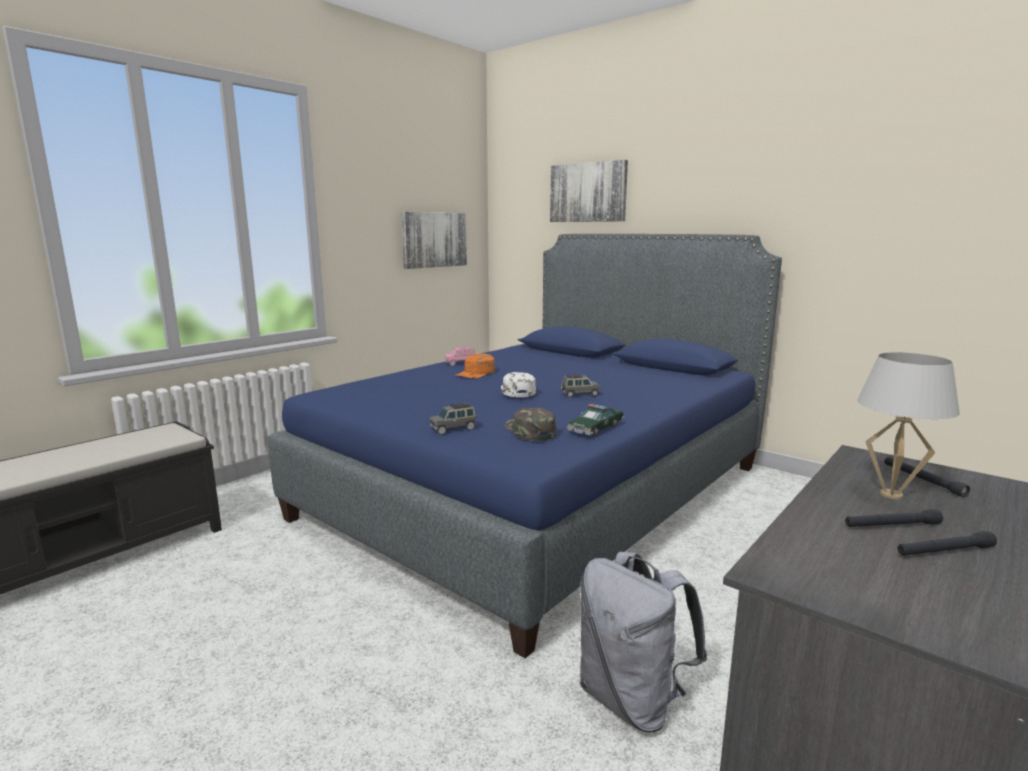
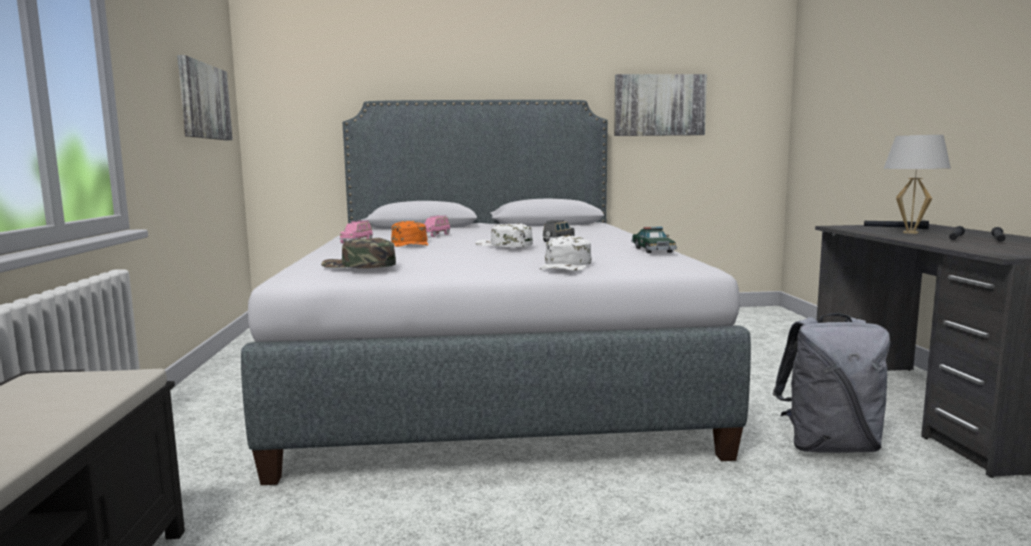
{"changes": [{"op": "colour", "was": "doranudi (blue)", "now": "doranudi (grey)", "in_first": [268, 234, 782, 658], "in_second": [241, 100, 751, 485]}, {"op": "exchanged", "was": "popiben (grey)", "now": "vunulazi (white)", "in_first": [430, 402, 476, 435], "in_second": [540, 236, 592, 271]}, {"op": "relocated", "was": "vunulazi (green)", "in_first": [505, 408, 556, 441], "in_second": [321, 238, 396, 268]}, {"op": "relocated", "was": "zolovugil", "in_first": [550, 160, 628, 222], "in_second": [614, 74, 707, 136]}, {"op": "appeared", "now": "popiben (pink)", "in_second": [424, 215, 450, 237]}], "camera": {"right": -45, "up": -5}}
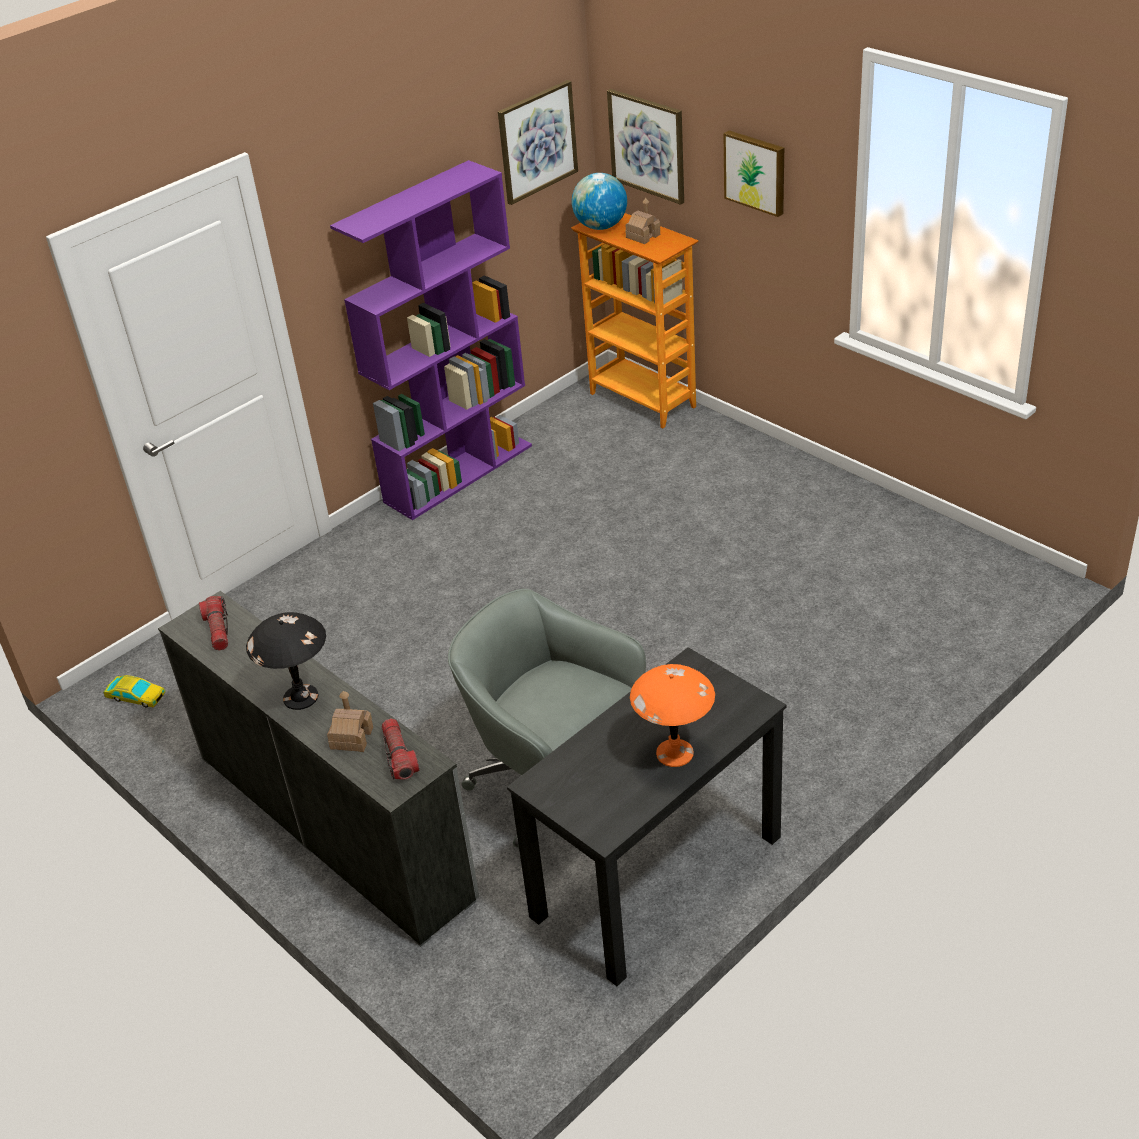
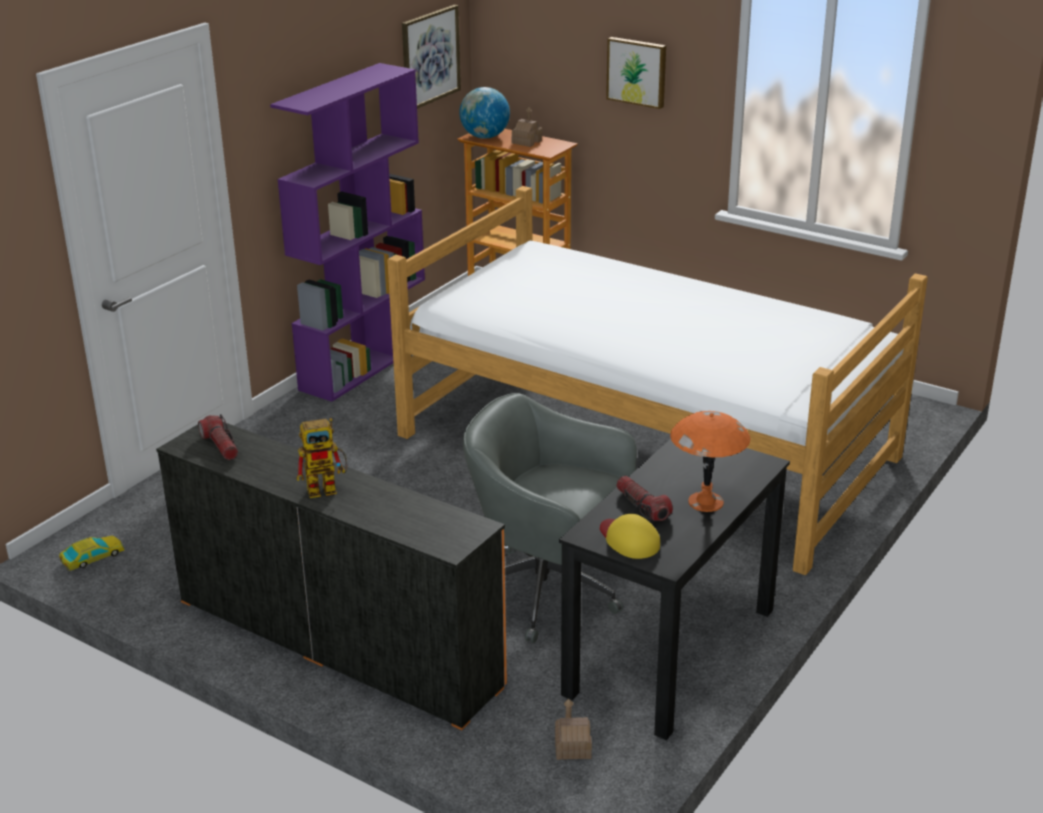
{"changes": [{"op": "spun", "was": "popiben", "in_first": [103, 675, 166, 708], "in_second": [59, 535, 124, 571], "clockwise": -45}, {"op": "colour", "was": "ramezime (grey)", "now": "ramezime (orange)", "in_first": [158, 591, 479, 947], "in_second": [156, 423, 507, 730]}, {"op": "exchanged", "was": "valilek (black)", "now": "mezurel", "in_first": [246, 612, 326, 710], "in_second": [297, 418, 347, 498]}, {"op": "relocated", "was": "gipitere", "in_first": [327, 691, 373, 752], "in_second": [555, 699, 592, 760]}, {"op": "relocated", "was": "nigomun", "in_first": [382, 718, 420, 780], "in_second": [616, 476, 673, 522]}, {"op": "missing", "was": "zolovugil", "in_first": [607, 89, 684, 205]}, {"op": "appeared", "now": "doranudi", "in_second": [387, 186, 928, 575]}, {"op": "appeared", "now": "vunulazi (yellow)", "in_second": [600, 514, 660, 559]}], "camera": {"right": -15, "up": -10}}
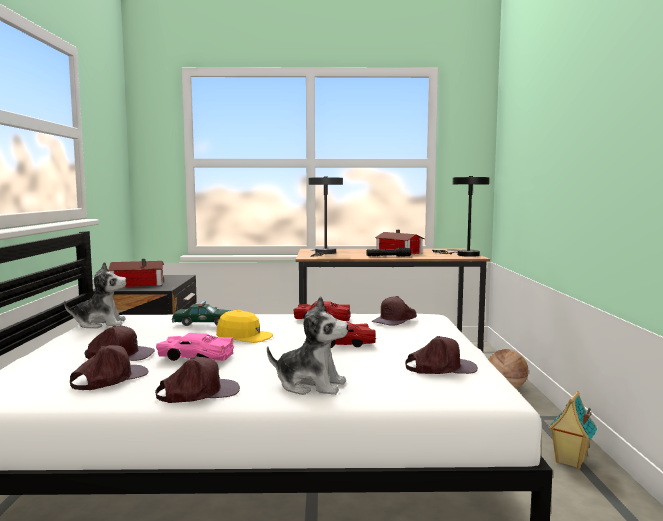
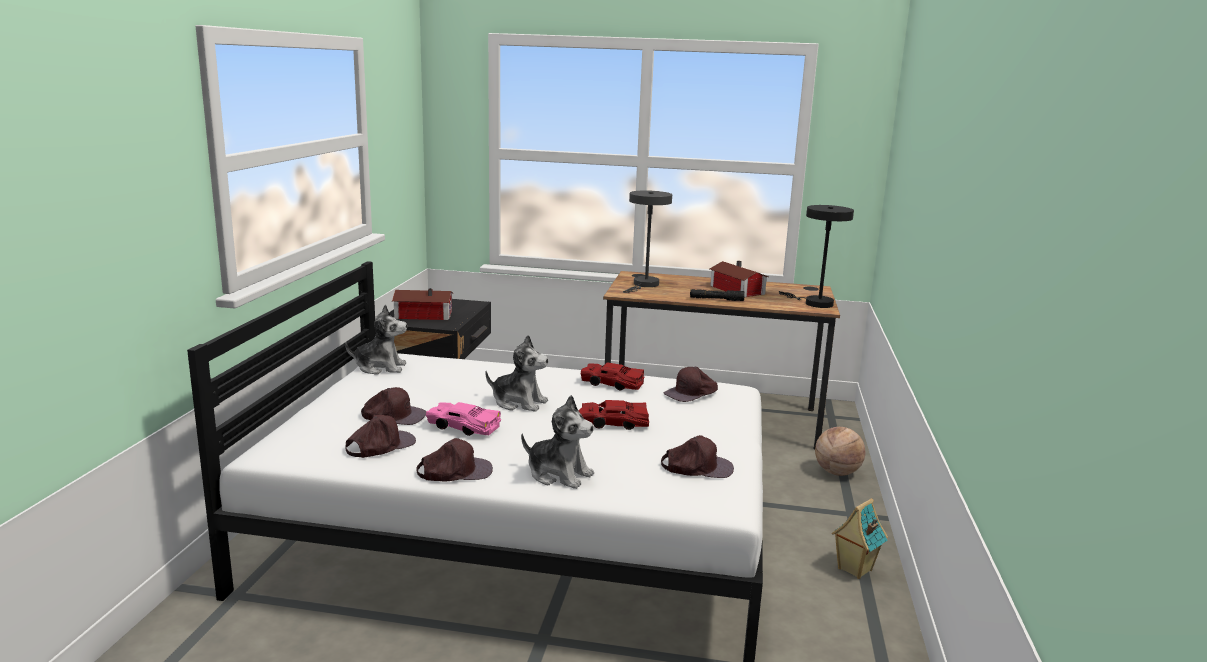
{"changes": [{"op": "missing", "was": "popiben", "in_first": [172, 301, 232, 326]}, {"op": "exchanged", "was": "vunulazi (yellow)", "now": "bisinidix", "in_first": [216, 310, 273, 343], "in_second": [485, 335, 549, 412]}], "camera": {"right": 10, "up": 10}}
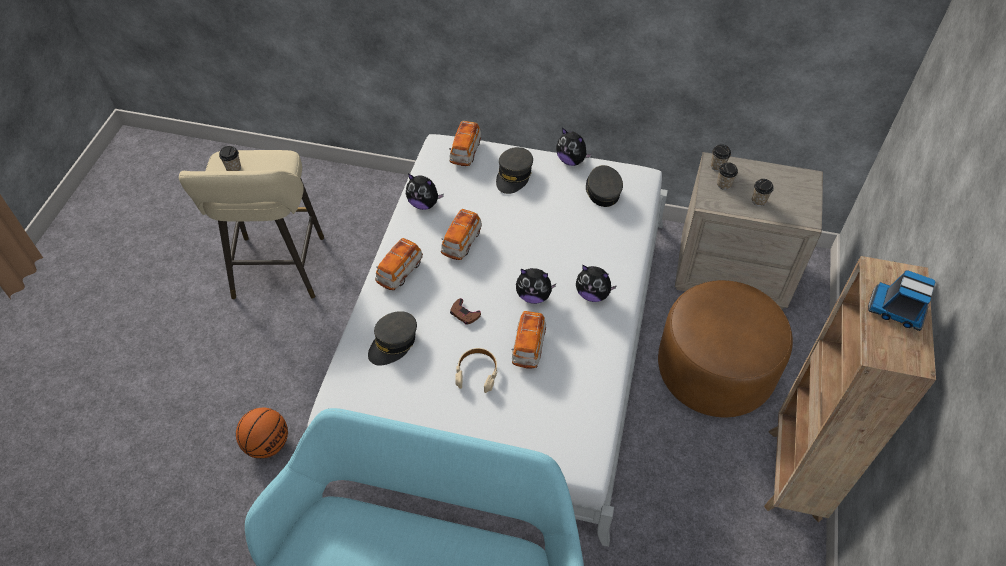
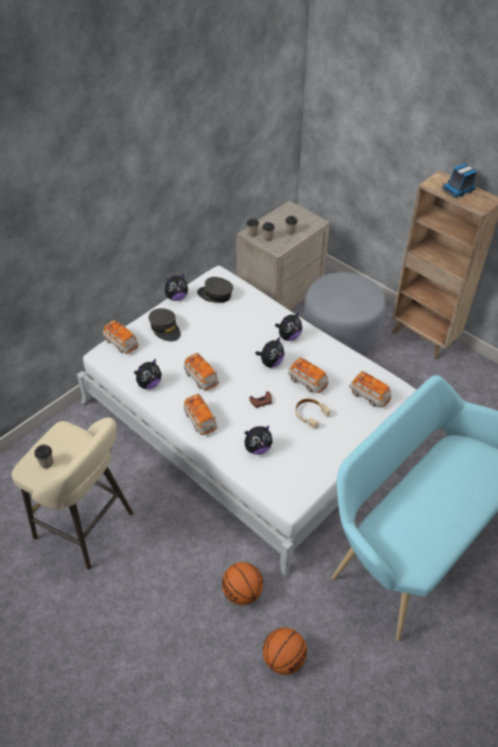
{"changes": [{"op": "exchanged", "was": "vunulazi (grey)", "now": "bisinidix", "in_first": [368, 311, 417, 366], "in_second": [244, 426, 273, 455]}, {"op": "colour", "was": "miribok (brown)", "now": "miribok (grey)", "in_first": [658, 280, 793, 417], "in_second": [304, 272, 386, 355]}, {"op": "appeared", "now": "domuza", "in_second": [263, 628, 307, 675]}, {"op": "appeared", "now": "popiben", "in_second": [349, 371, 392, 408]}], "camera": {"right": -60, "up": -5}}
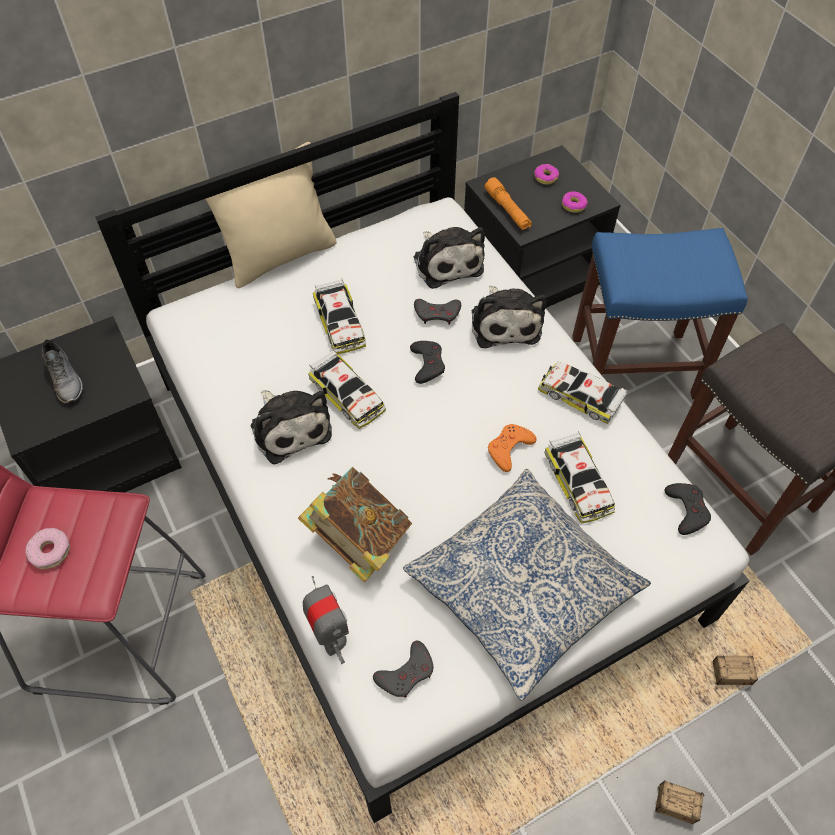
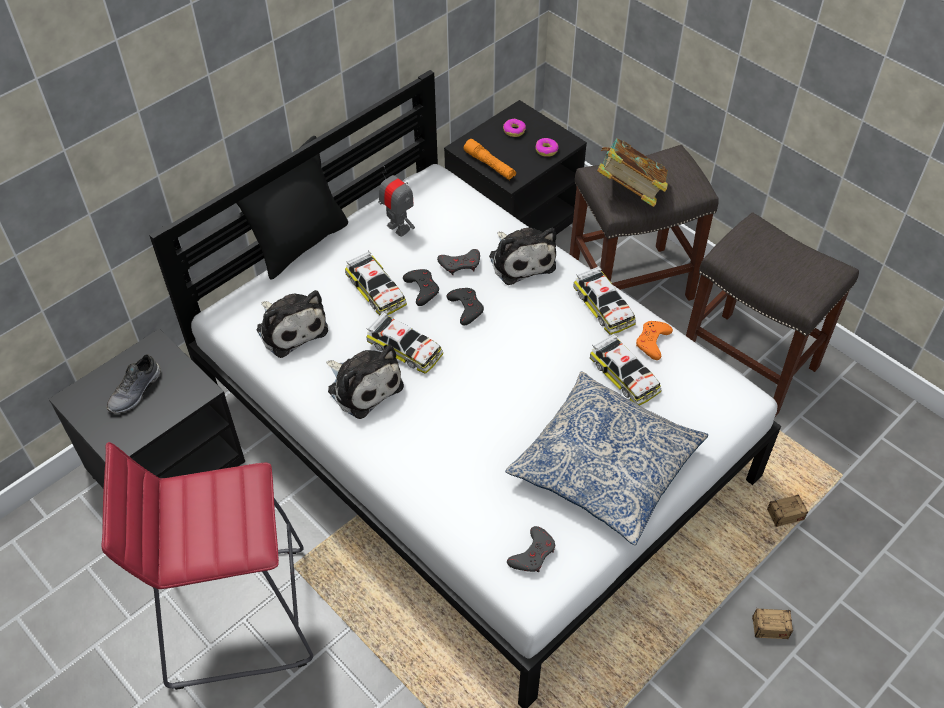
{"changes": [{"op": "missing", "was": "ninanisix", "in_first": [25, 528, 70, 569]}, {"op": "spun", "was": "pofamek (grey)", "in_first": [42, 339, 83, 403], "in_second": [106, 354, 161, 413], "clockwise": 75}, {"op": "colour", "was": "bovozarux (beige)", "now": "bovozarux (black)", "in_first": [205, 142, 337, 288], "in_second": [236, 136, 348, 280]}, {"op": "relocated", "was": "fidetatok", "in_first": [298, 467, 412, 582], "in_second": [597, 138, 668, 207]}, {"op": "relocated", "was": "mezurel", "in_first": [303, 576, 349, 664], "in_second": [378, 166, 415, 237]}, {"op": "relocated", "was": "bisinidix", "in_first": [414, 227, 485, 289], "in_second": [256, 290, 328, 358]}, {"op": "relocated", "was": "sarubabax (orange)", "in_first": [488, 424, 537, 472], "in_second": [636, 321, 673, 360]}, {"op": "spun", "was": "popiben", "in_first": [538, 362, 629, 424], "in_second": [573, 265, 636, 335], "clockwise": -135}, {"op": "colour", "was": "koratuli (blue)", "now": "koratuli (grey)", "in_first": [572, 228, 748, 399], "in_second": [570, 145, 719, 301]}, {"op": "relocated", "was": "sarubabax (black)", "in_first": [665, 483, 711, 535], "in_second": [403, 269, 439, 306]}], "camera": {"right": -15, "up": -5}}
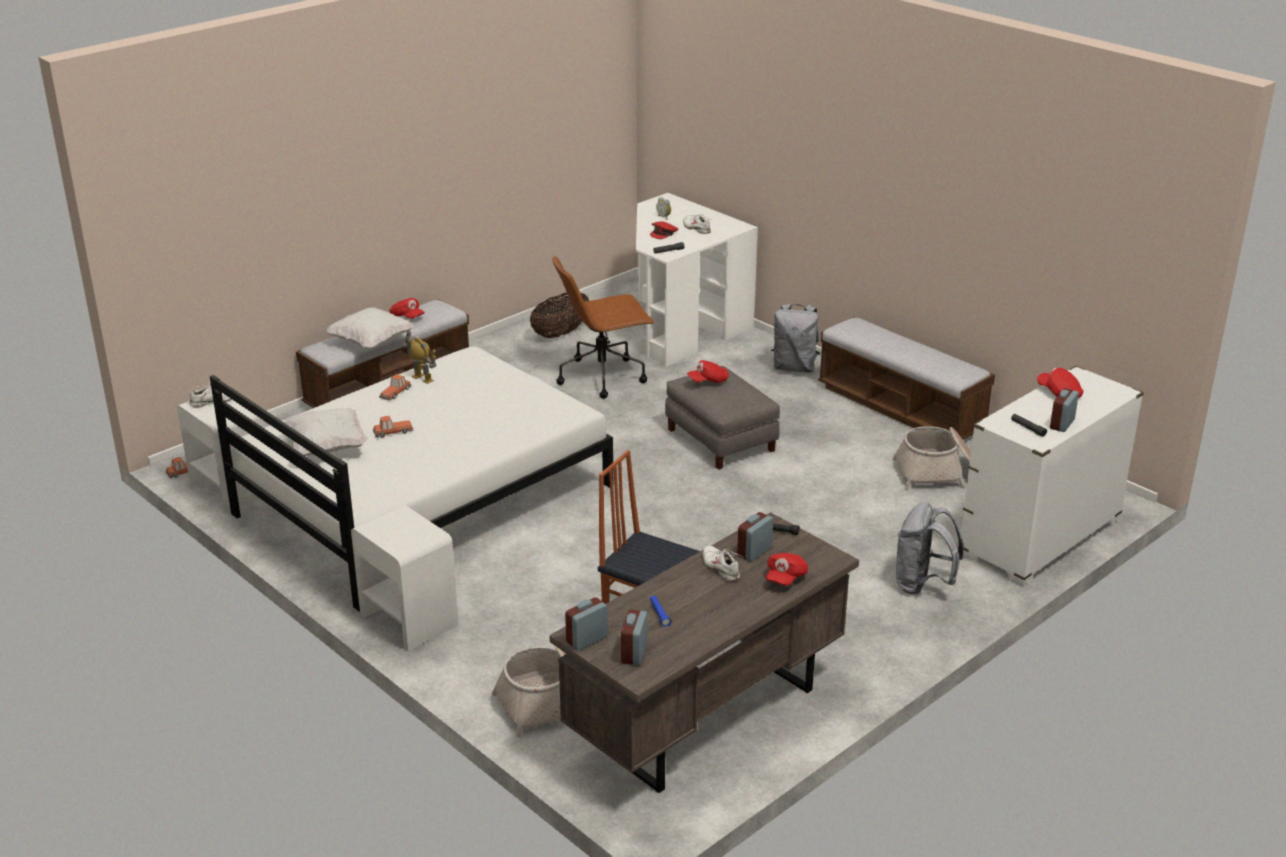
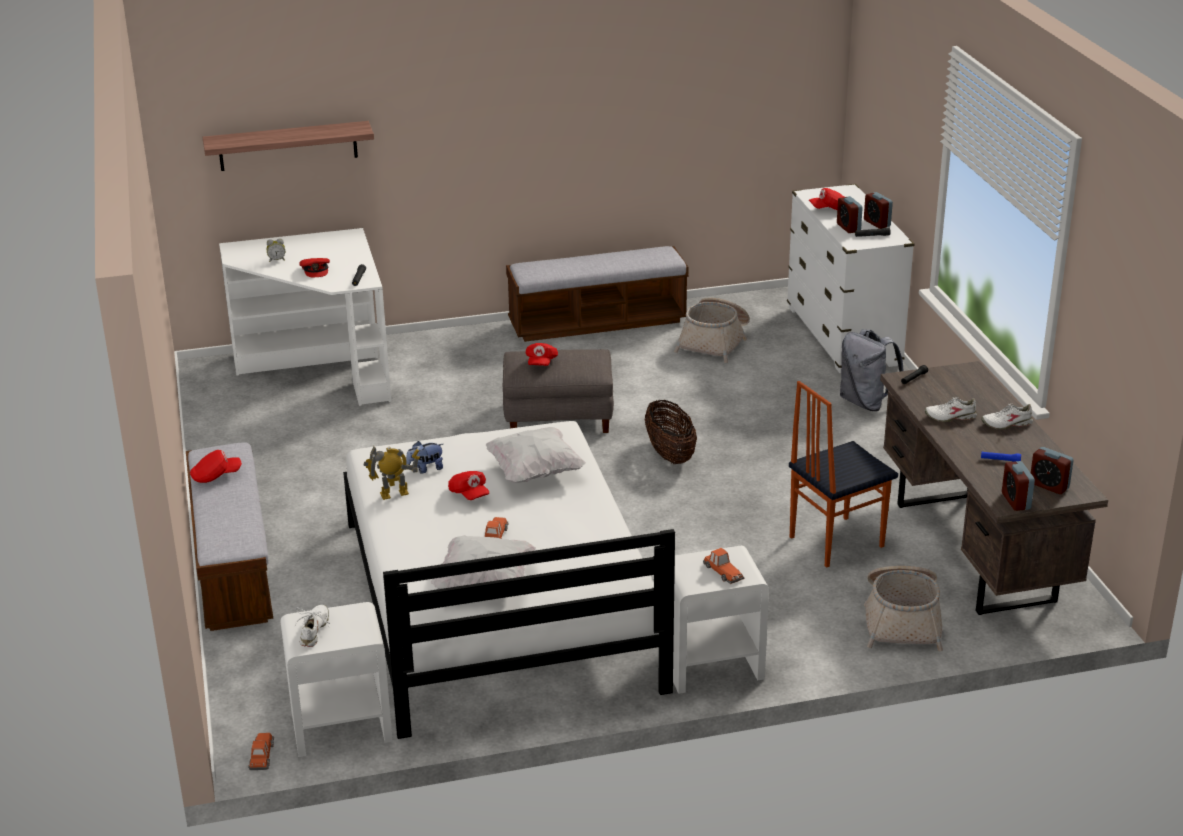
{"changes": [{"op": "relocated", "was": "bovozarux (white)", "in_first": [327, 307, 413, 349], "in_second": [486, 427, 586, 483]}, {"op": "relocated", "was": "popiben", "in_first": [379, 374, 411, 401], "in_second": [703, 548, 744, 584]}, {"op": "relocated", "was": "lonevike", "in_first": [530, 293, 589, 338], "in_second": [645, 399, 697, 464]}, {"op": "missing", "was": "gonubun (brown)", "in_first": [553, 255, 655, 399]}, {"op": "relocated", "was": "pofamek (white)", "in_first": [683, 214, 711, 234], "in_second": [981, 404, 1033, 430]}, {"op": "relocated", "was": "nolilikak", "in_first": [737, 512, 773, 561], "in_second": [837, 196, 863, 233]}, {"op": "relocated", "was": "vunulazi (red)", "in_first": [766, 553, 808, 586], "in_second": [448, 471, 489, 500]}, {"op": "missing", "was": "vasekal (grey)", "in_first": [771, 304, 821, 373]}, {"op": "appeared", "now": "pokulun", "in_second": [202, 121, 374, 171]}, {"op": "appeared", "now": "bisinidix", "in_second": [406, 441, 443, 474]}], "camera": {"right": -60, "up": 0}}
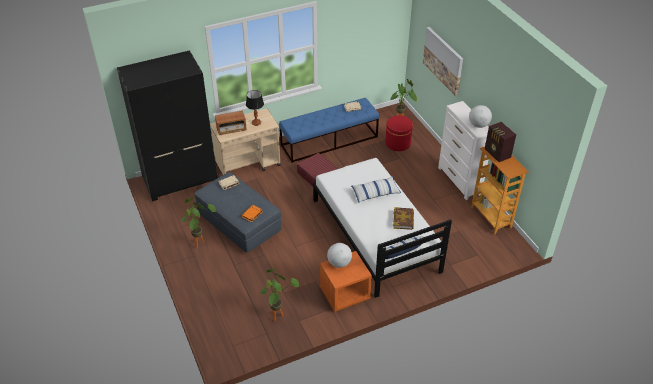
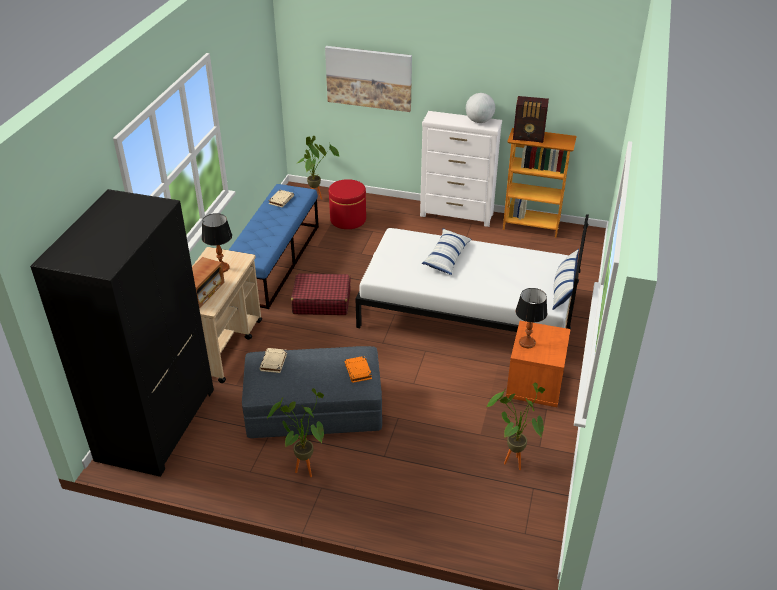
{"changes": [{"op": "exchanged", "was": "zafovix", "now": "valilek", "in_first": [327, 243, 352, 268], "in_second": [516, 288, 547, 348]}, {"op": "missing", "was": "fidetatok", "in_first": [393, 207, 414, 230]}], "camera": {"right": -50, "up": -5}}
